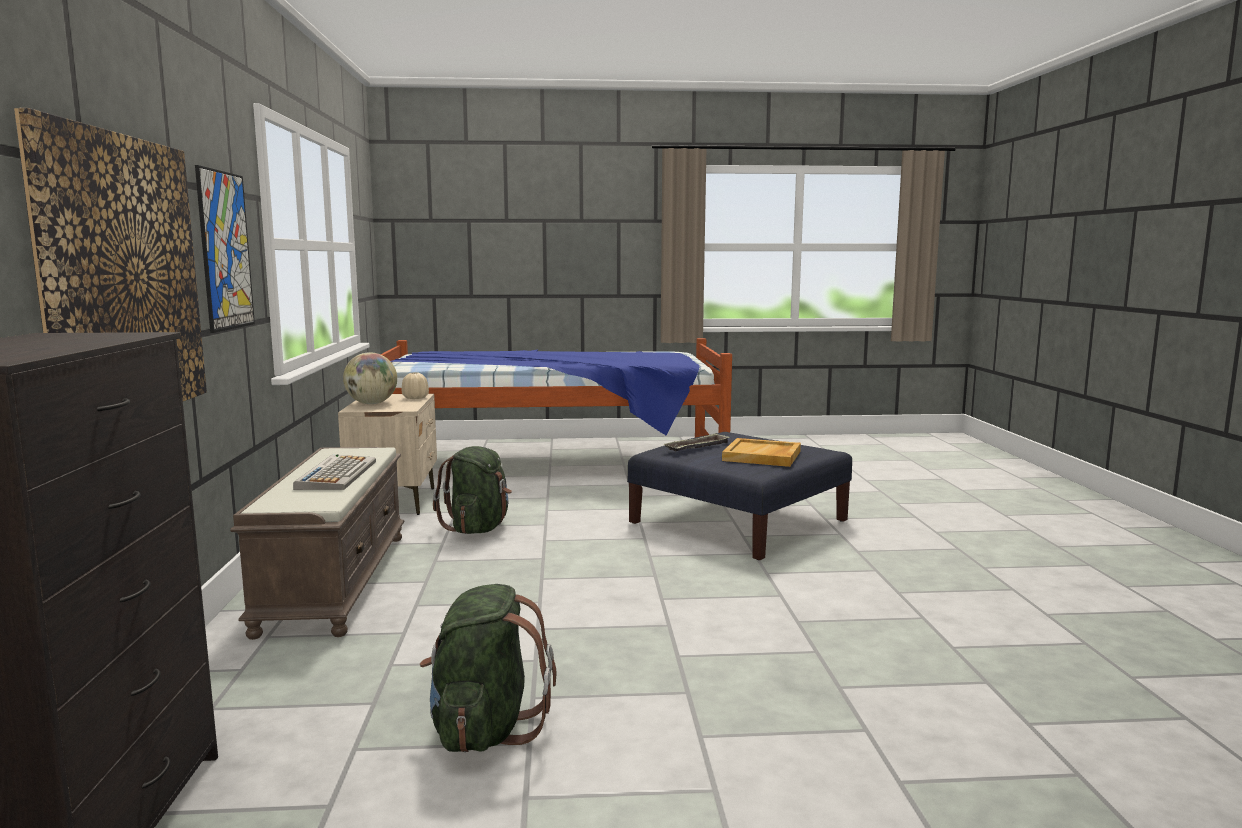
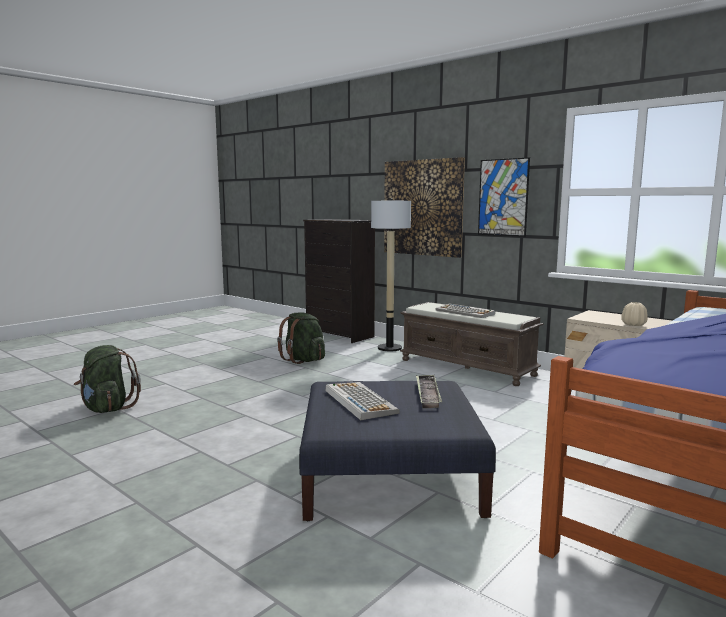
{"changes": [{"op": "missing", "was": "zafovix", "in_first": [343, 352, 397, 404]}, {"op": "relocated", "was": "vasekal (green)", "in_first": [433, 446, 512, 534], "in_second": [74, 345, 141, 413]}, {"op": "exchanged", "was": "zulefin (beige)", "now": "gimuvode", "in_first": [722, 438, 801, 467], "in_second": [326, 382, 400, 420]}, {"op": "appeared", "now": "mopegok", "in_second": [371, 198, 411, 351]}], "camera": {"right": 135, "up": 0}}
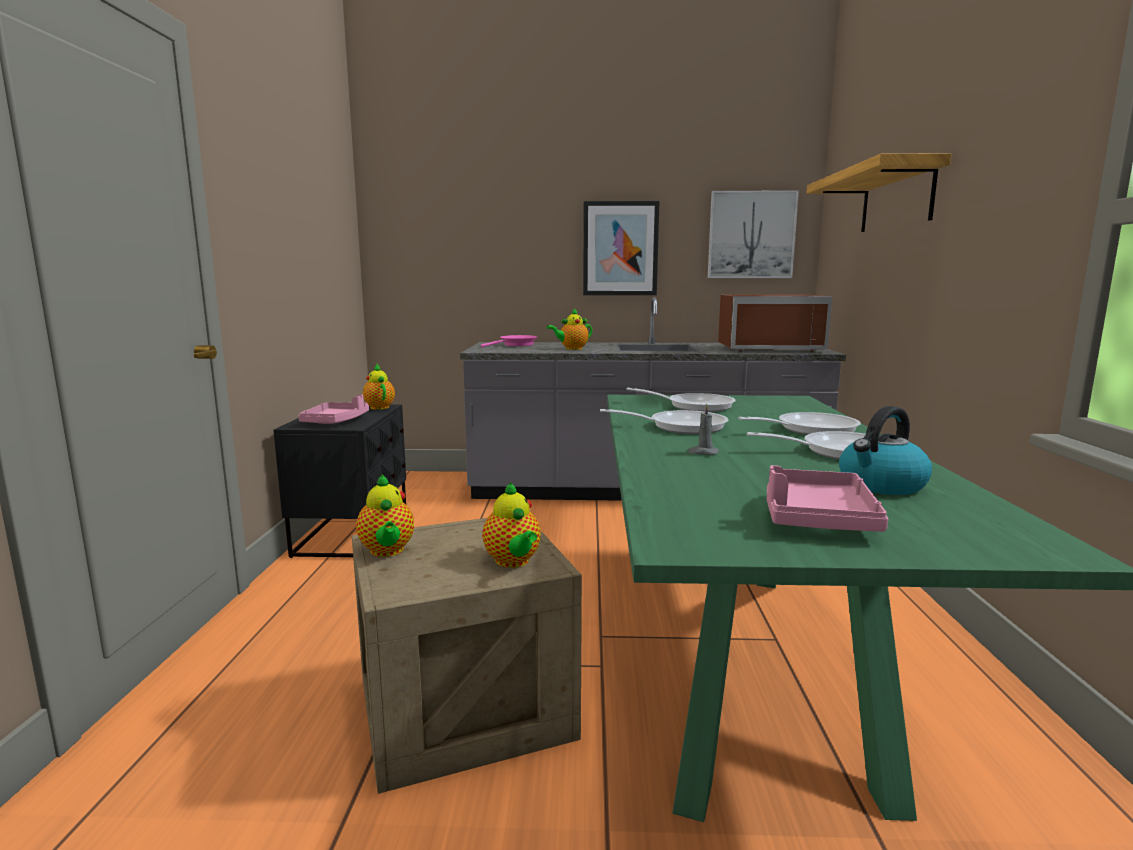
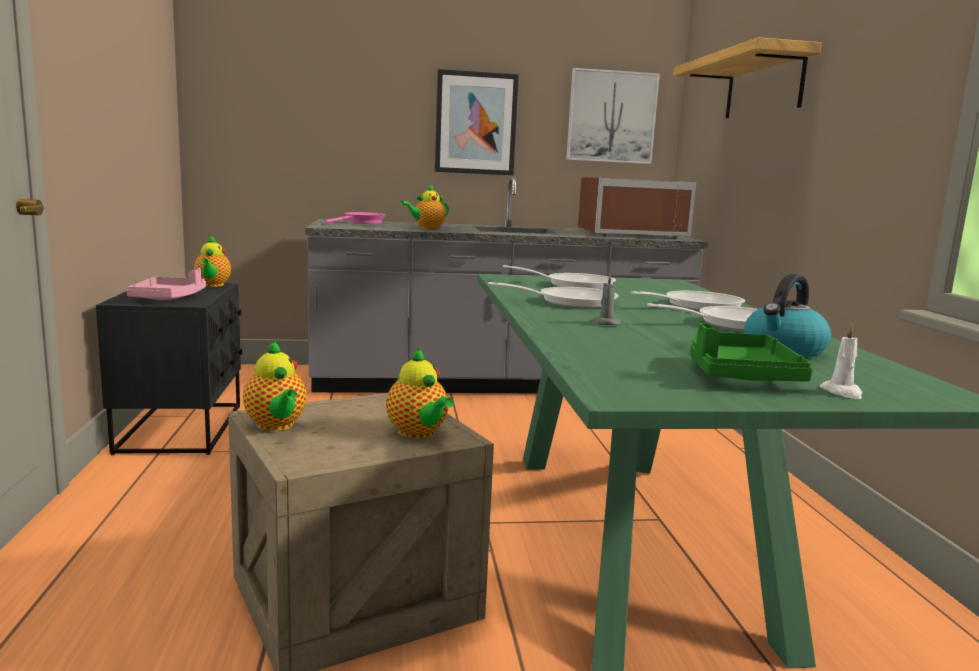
{"changes": [{"op": "spun", "was": "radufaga", "in_first": [363, 364, 395, 410], "in_second": [194, 235, 231, 287], "clockwise": -150}, {"op": "colour", "was": "zulefin (pink)", "now": "zulefin (green)", "in_first": [767, 465, 889, 532], "in_second": [690, 323, 813, 382]}, {"op": "appeared", "now": "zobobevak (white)", "in_second": [820, 323, 862, 399]}], "camera": {"right": -10, "up": 0}}
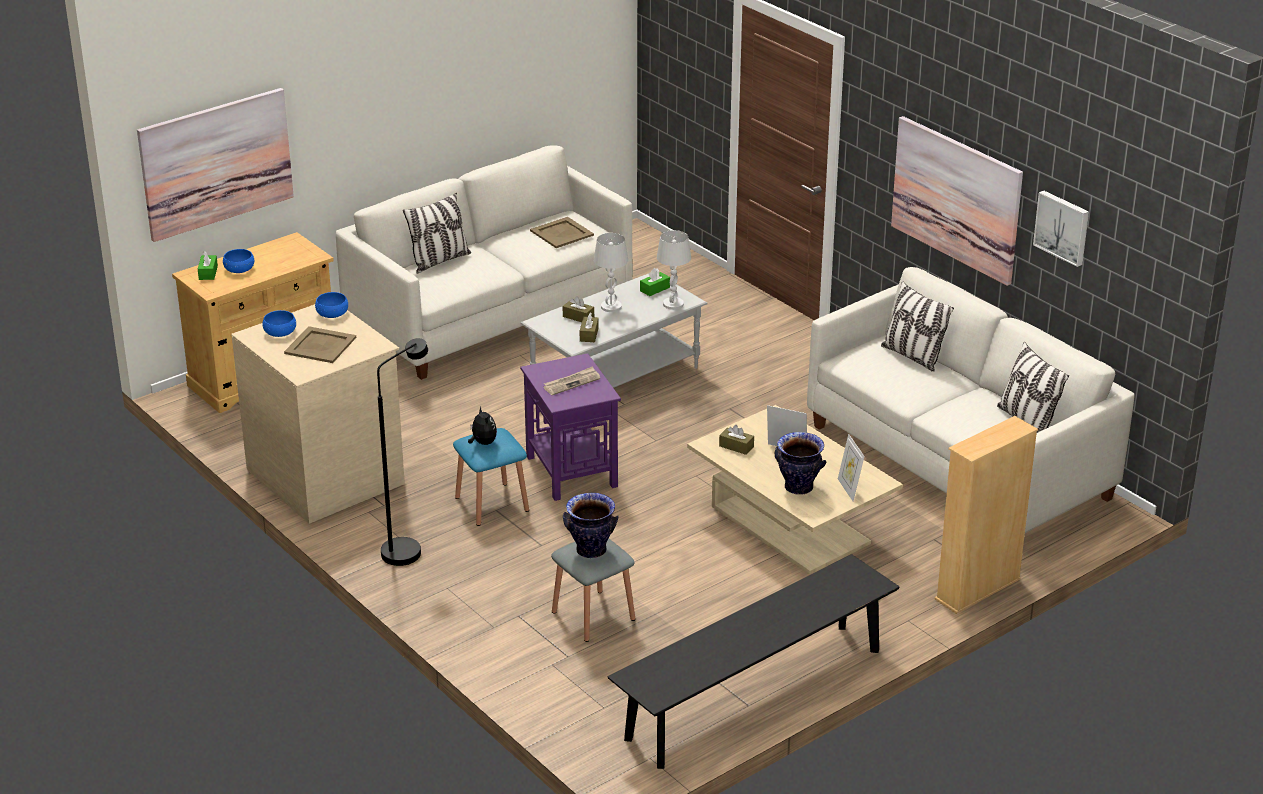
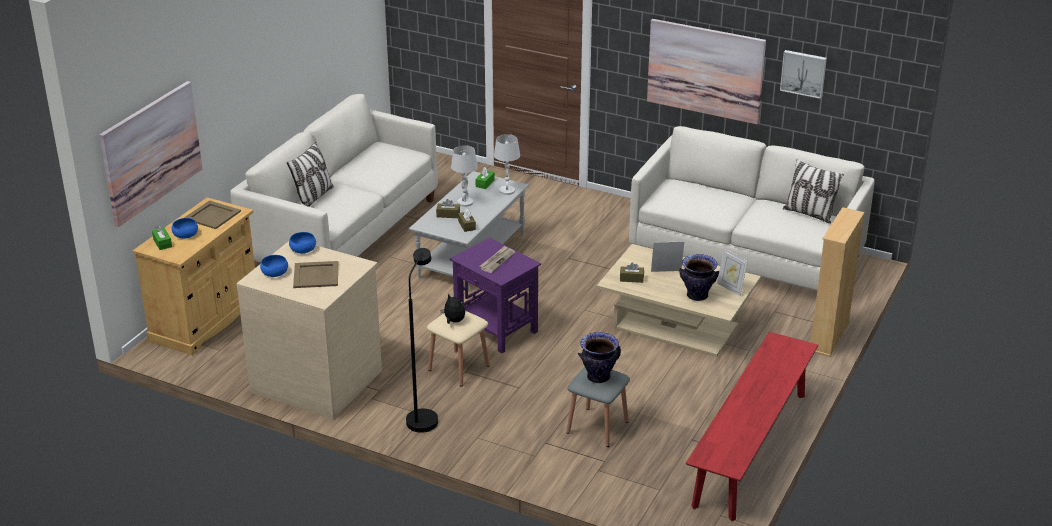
{"changes": [{"op": "colour", "was": "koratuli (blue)", "now": "koratuli (beige)", "in_first": [453, 428, 529, 526], "in_second": [427, 311, 490, 386]}, {"op": "relocated", "was": "zulefin (beige)", "in_first": [530, 217, 594, 248], "in_second": [184, 200, 241, 229]}, {"op": "colour", "was": "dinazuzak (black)", "now": "dinazuzak (red)", "in_first": [608, 554, 900, 769], "in_second": [686, 332, 818, 521]}, {"op": "missing", "was": "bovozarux", "in_first": [881, 281, 954, 372]}], "camera": {"right": -25, "up": 0}}
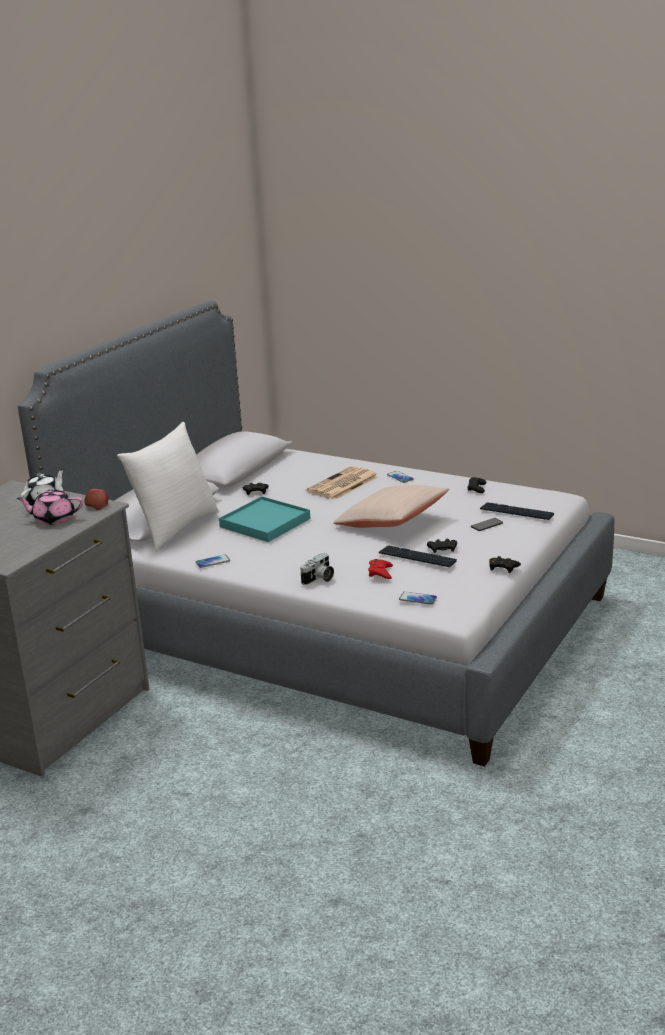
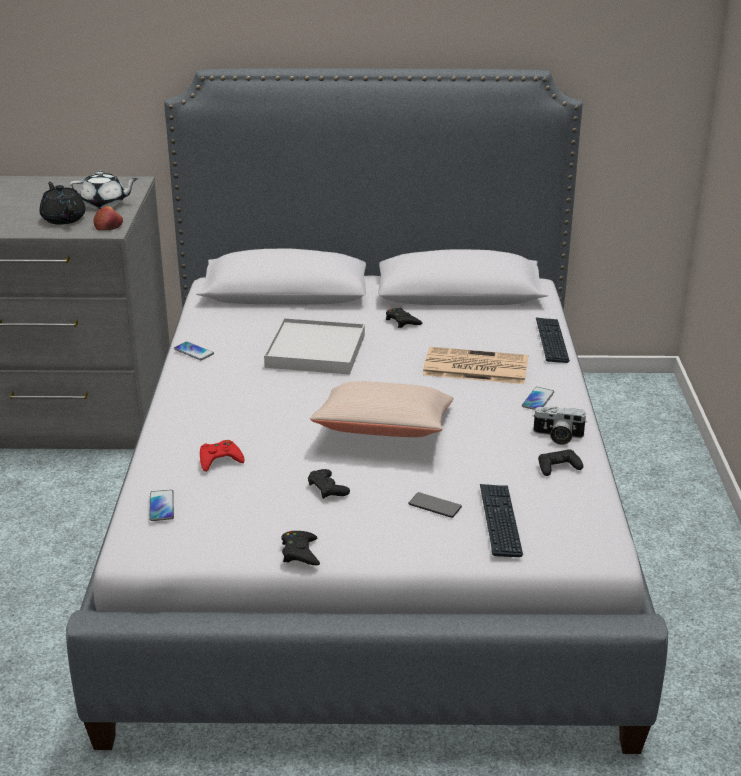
{"changes": [{"op": "colour", "was": "radufaga (pink)", "now": "radufaga (black)", "in_first": [16, 489, 83, 525], "in_second": [39, 182, 86, 225]}, {"op": "missing", "was": "bovozarux (white)", "in_first": [117, 422, 219, 552]}, {"op": "colour", "was": "zulefin (turquoise)", "now": "zulefin (white)", "in_first": [219, 496, 310, 542], "in_second": [264, 318, 365, 374]}, {"op": "relocated", "was": "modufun", "in_first": [300, 553, 334, 585], "in_second": [533, 406, 587, 445]}, {"op": "relocated", "was": "gimuvode", "in_first": [379, 546, 457, 567], "in_second": [536, 318, 570, 363]}], "camera": {"right": 60, "up": 5}}
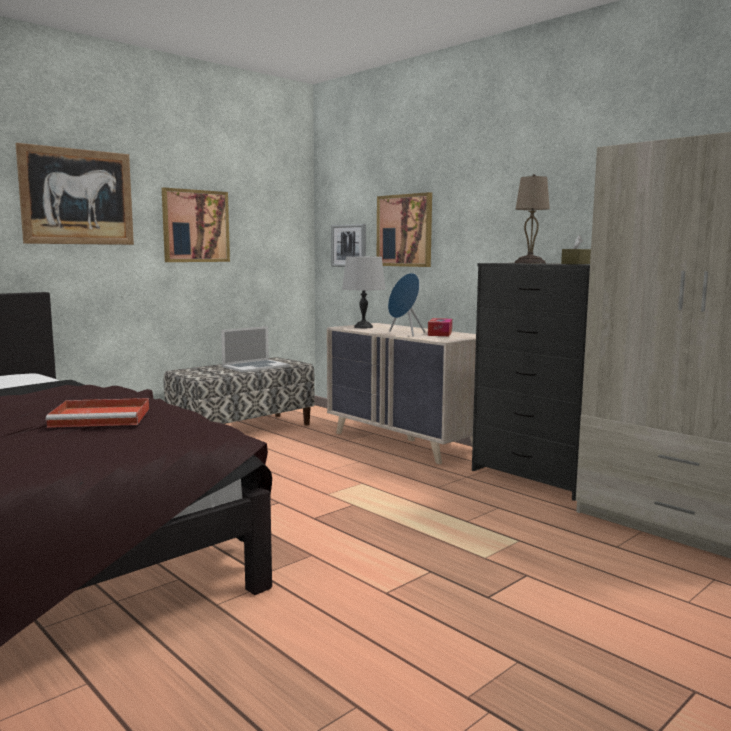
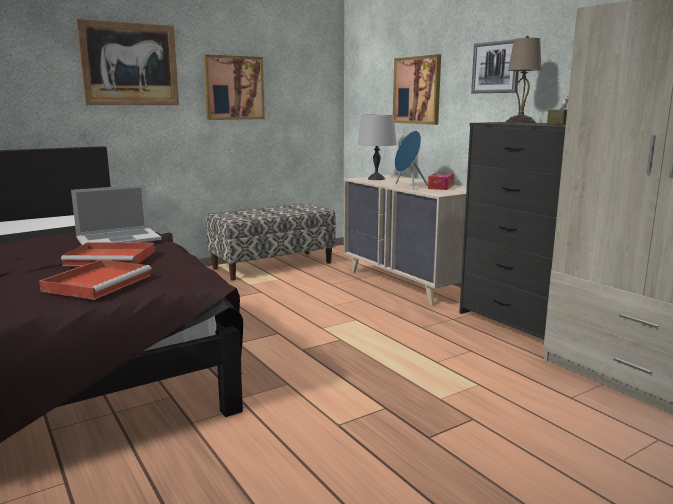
{"changes": [{"op": "relocated", "was": "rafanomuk", "in_first": [221, 326, 290, 372], "in_second": [71, 185, 162, 245]}, {"op": "relocated", "was": "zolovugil", "in_first": [331, 224, 366, 267], "in_second": [471, 39, 519, 93]}, {"op": "appeared", "now": "zulefin (red)", "in_second": [39, 260, 152, 300]}], "camera": {"right": 10, "up": 5}}
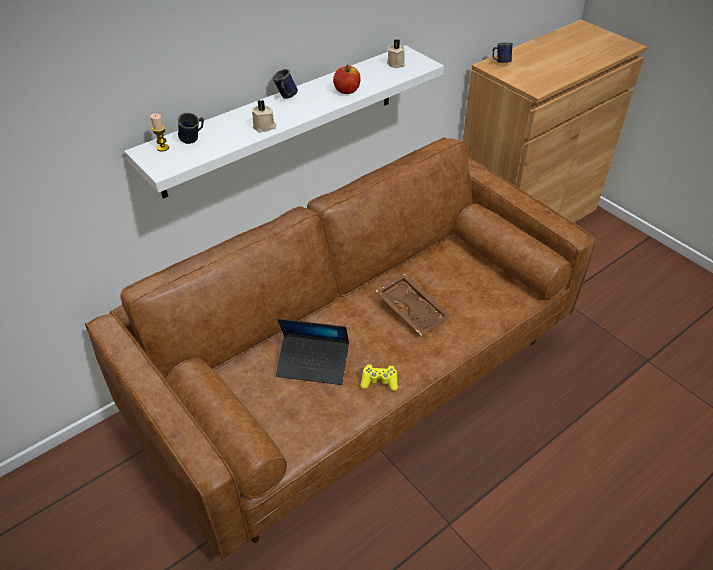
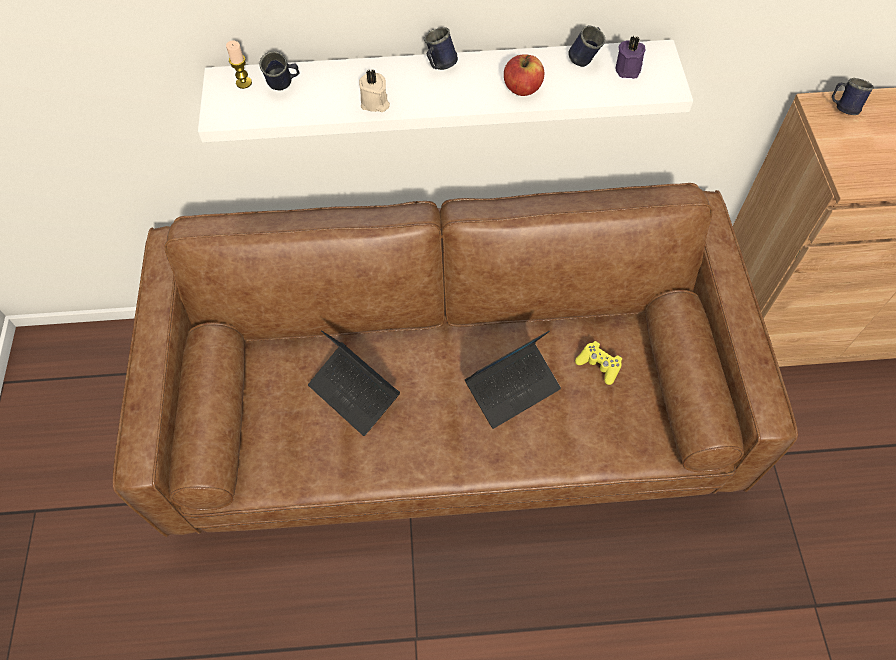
{"changes": [{"op": "relocated", "was": "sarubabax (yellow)", "in_first": [360, 364, 398, 391], "in_second": [575, 341, 622, 385]}, {"op": "exchanged", "was": "zulefin (brown)", "now": "rafanomuk", "in_first": [376, 273, 451, 336], "in_second": [465, 331, 561, 429]}, {"op": "colour", "was": "zobobevak (beige)", "now": "zobobevak (purple)", "in_first": [387, 39, 405, 68], "in_second": [616, 36, 646, 79]}, {"op": "appeared", "now": "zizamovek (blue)", "in_second": [568, 25, 605, 67]}], "camera": {"right": 35, "up": 15}}
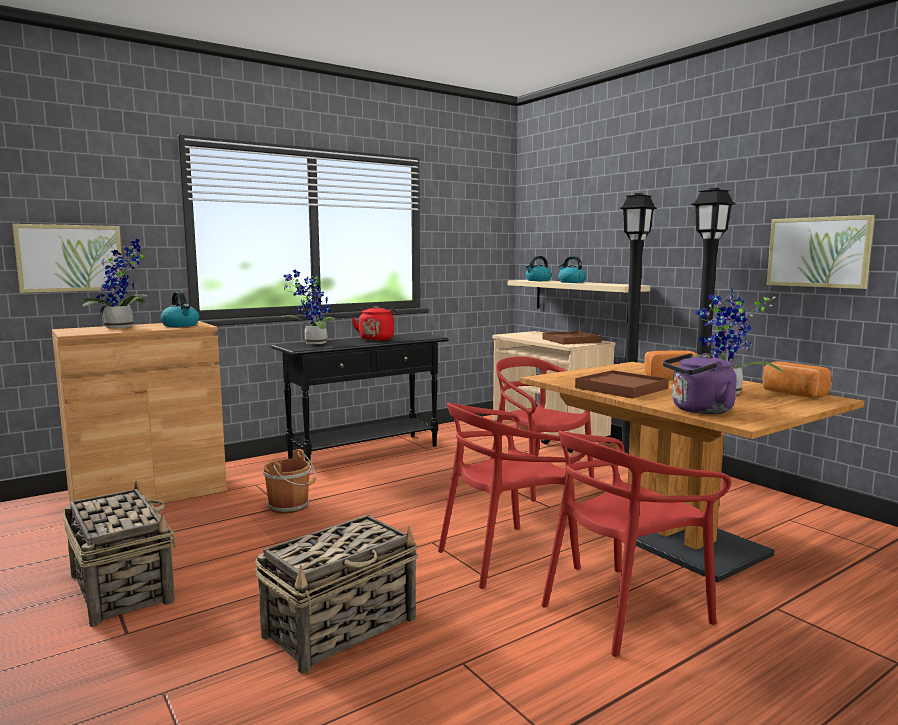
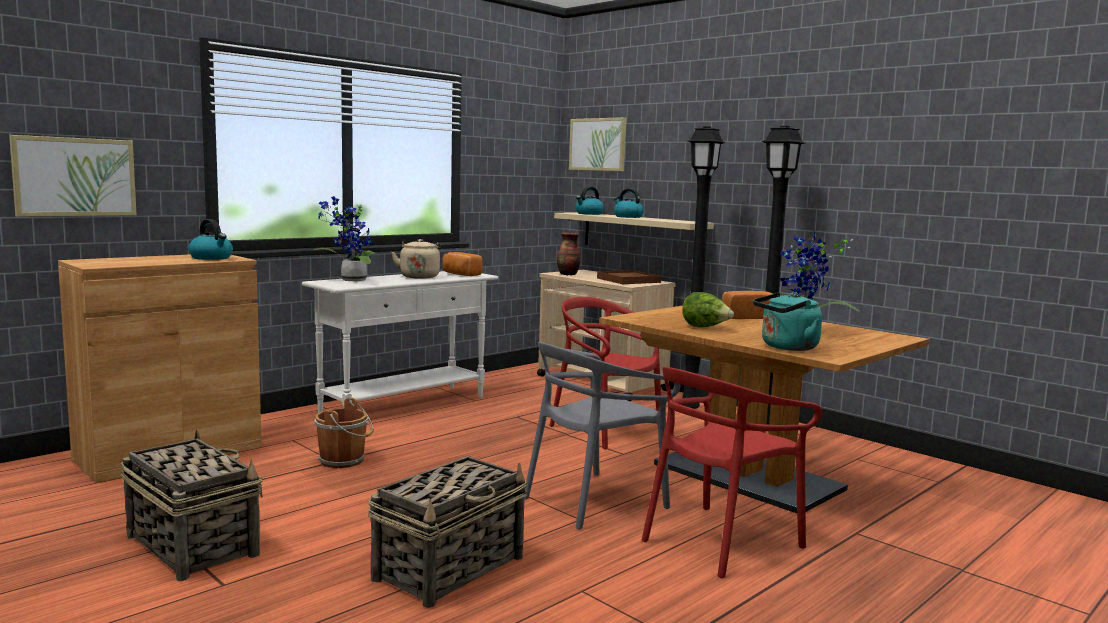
{"changes": [{"op": "missing", "was": "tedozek", "in_first": [82, 238, 148, 328]}, {"op": "colour", "was": "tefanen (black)", "now": "tefanen (white)", "in_first": [271, 333, 449, 465], "in_second": [302, 271, 498, 413]}, {"op": "colour", "was": "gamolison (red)", "now": "gamolison (beige)", "in_first": [352, 306, 396, 341], "in_second": [392, 239, 440, 279]}, {"op": "colour", "was": "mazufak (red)", "now": "mazufak (grey)", "in_first": [438, 402, 586, 589], "in_second": [525, 342, 680, 529]}, {"op": "exchanged", "was": "zulefin (brown)", "now": "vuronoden", "in_first": [575, 370, 669, 399], "in_second": [682, 292, 734, 327]}, {"op": "colour", "was": "gamolison (purple)", "now": "gamolison (turquoise)", "in_first": [663, 353, 737, 414], "in_second": [753, 293, 822, 351]}, {"op": "relocated", "was": "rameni", "in_first": [763, 361, 831, 398], "in_second": [442, 252, 483, 276]}, {"op": "relocated", "was": "zolovugil", "in_first": [767, 215, 875, 289], "in_second": [569, 117, 627, 171]}, {"op": "appeared", "now": "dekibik", "in_second": [557, 233, 580, 276]}], "camera": {"right": -10, "up": 0}}
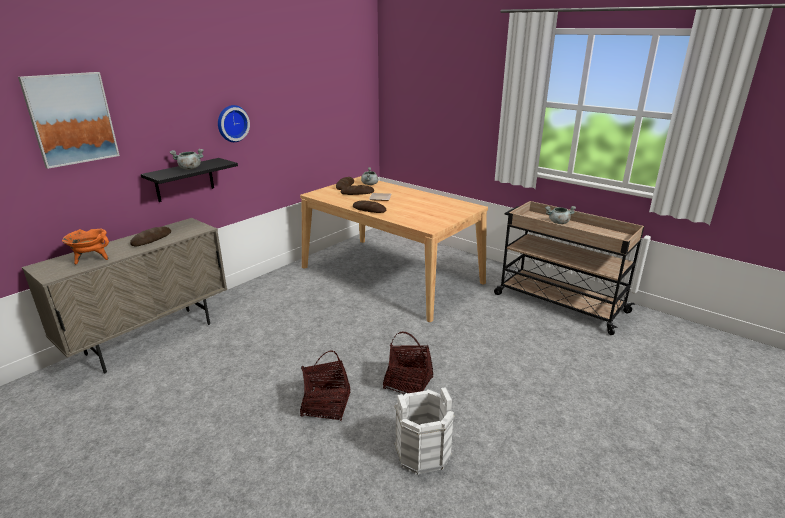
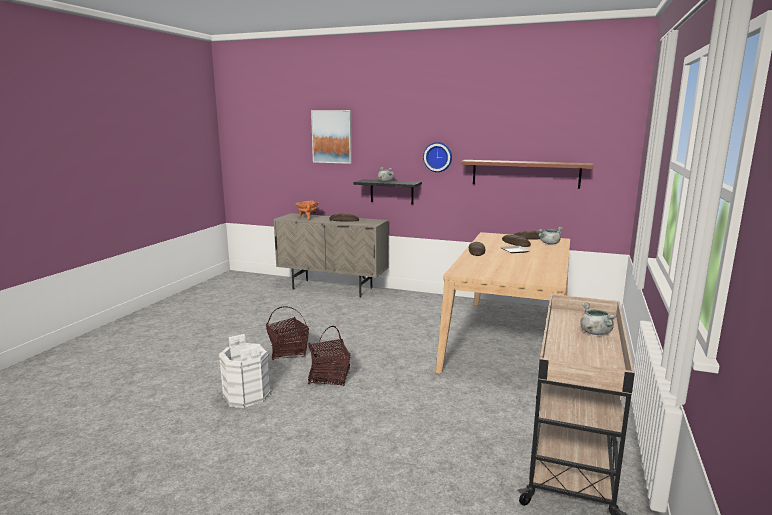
{"changes": [{"op": "appeared", "now": "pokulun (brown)", "in_second": [461, 160, 593, 189]}], "camera": {"right": 70, "up": -10}}
